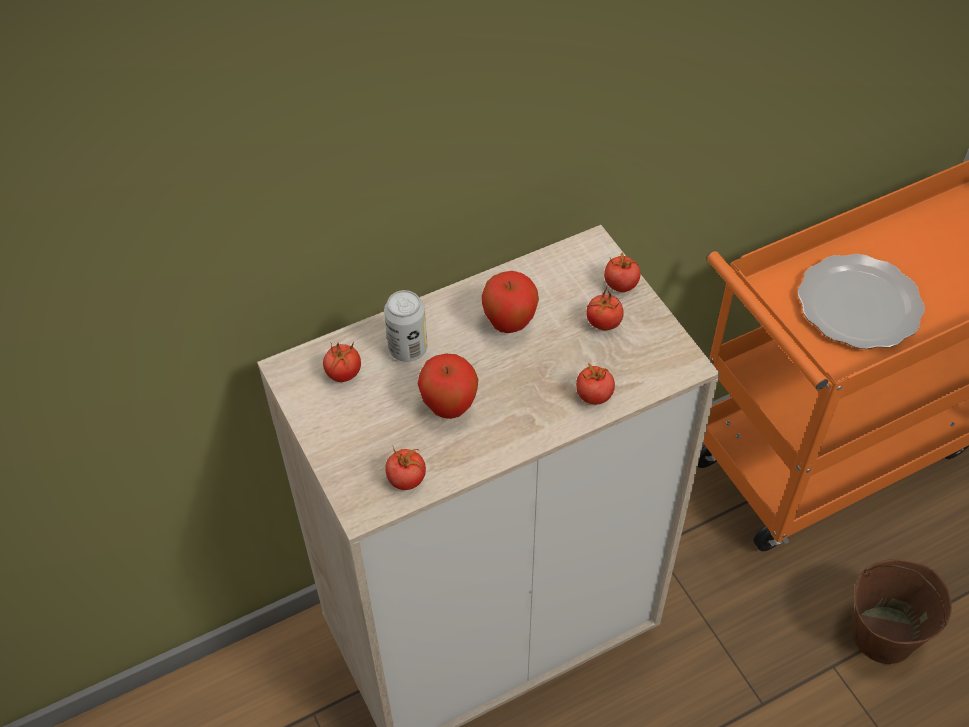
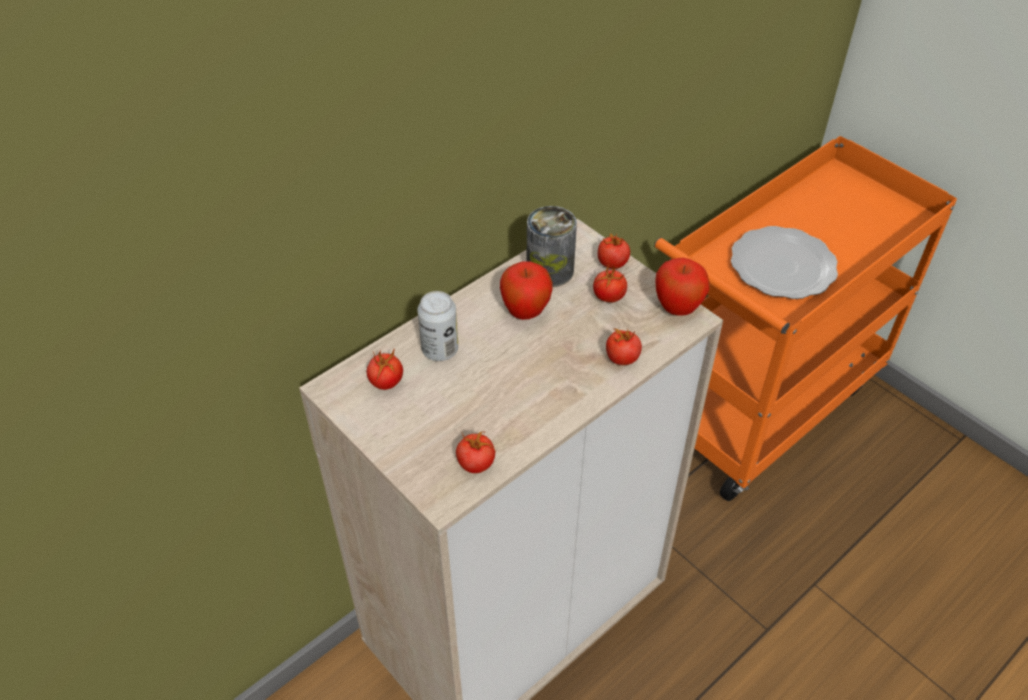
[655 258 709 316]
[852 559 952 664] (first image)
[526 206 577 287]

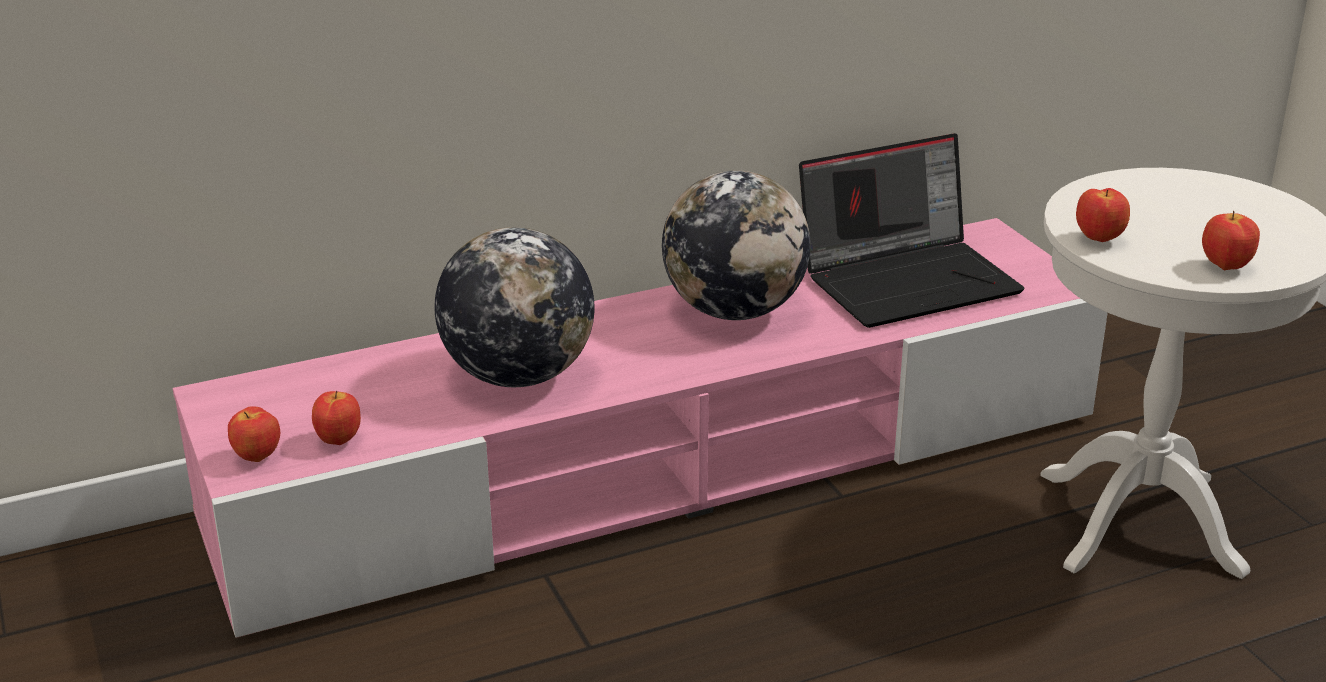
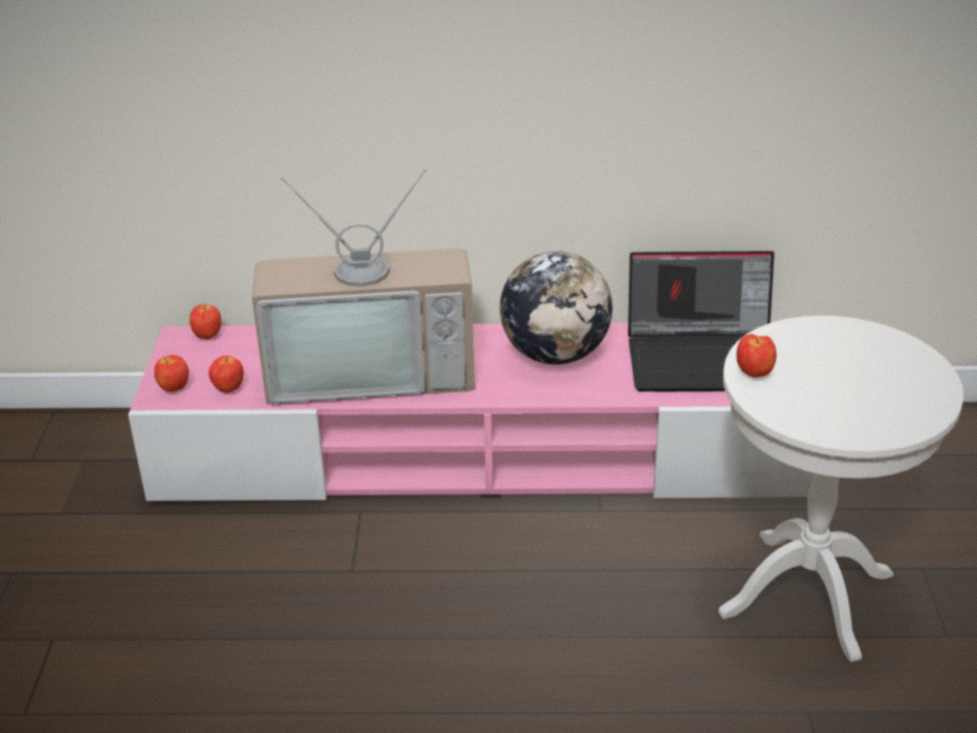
[190 304 221 339]
[252 169 475 405]

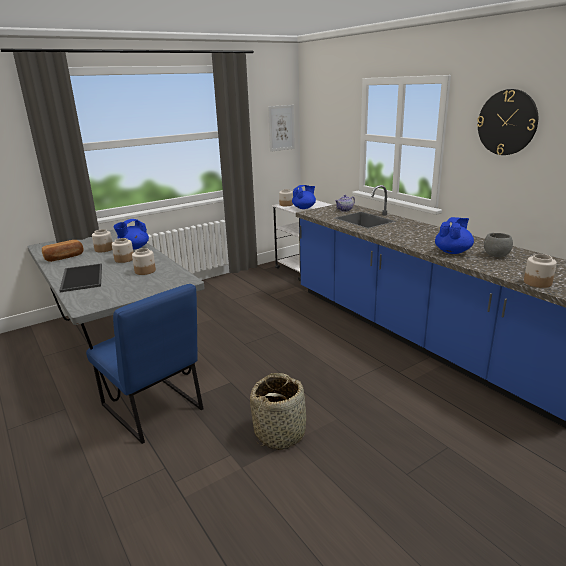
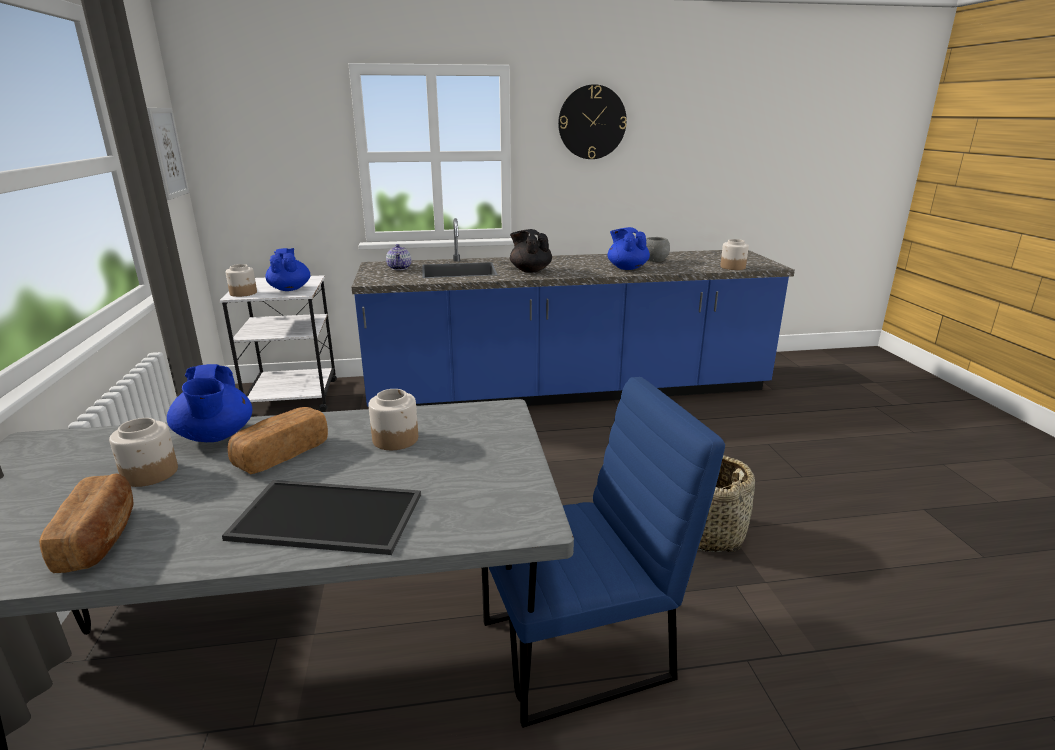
[228 407 328 474]
[510 229 552 273]

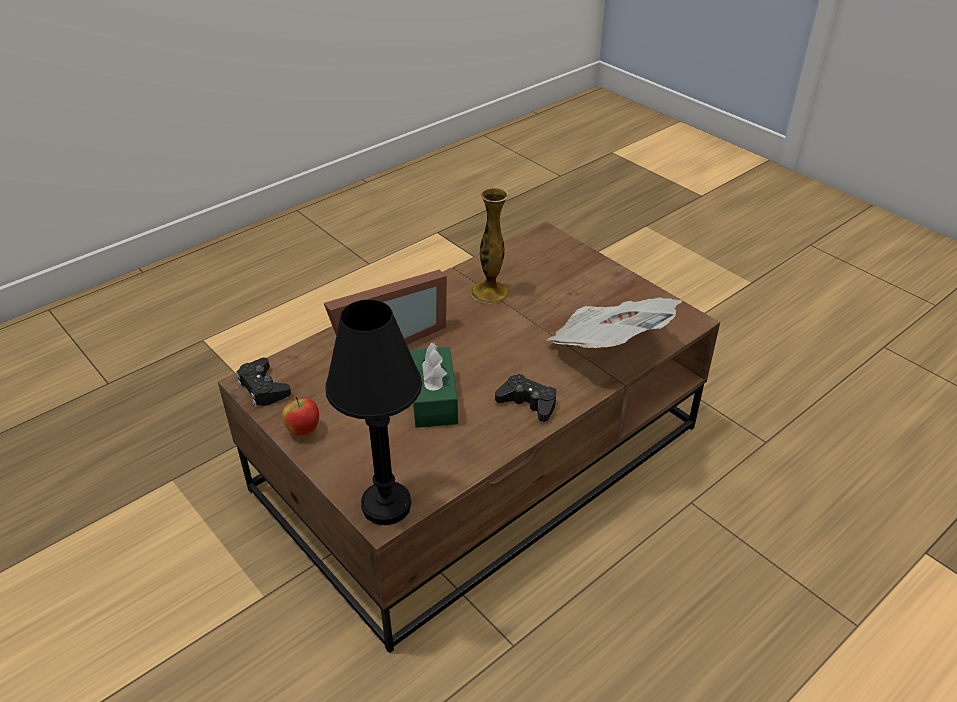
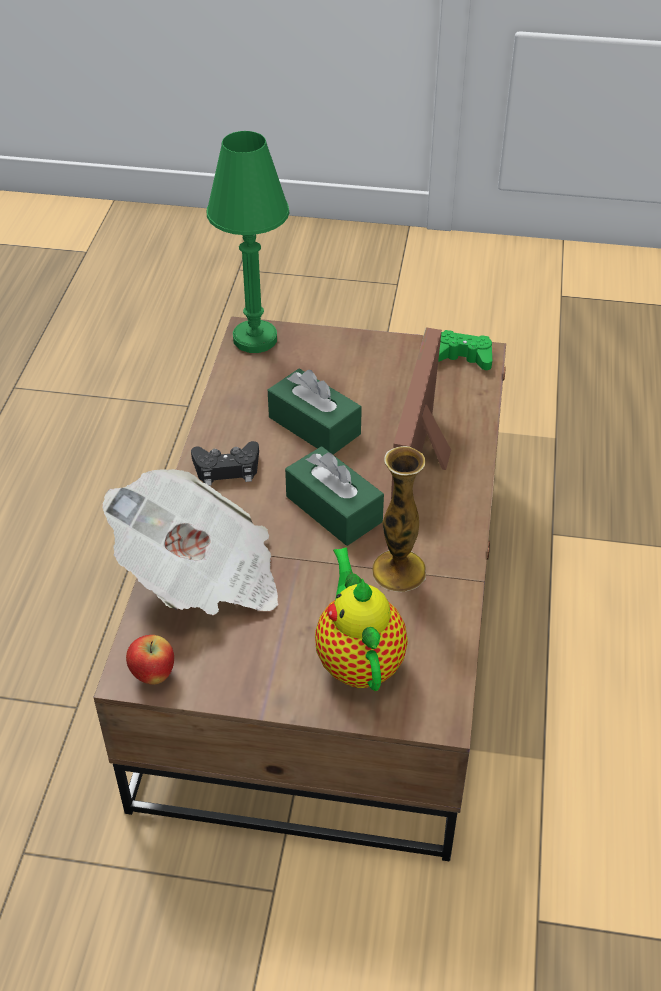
[207 131 289 353]
[438 330 492 370]
[126 635 174 685]
[285 446 384 546]
[315 547 408 691]

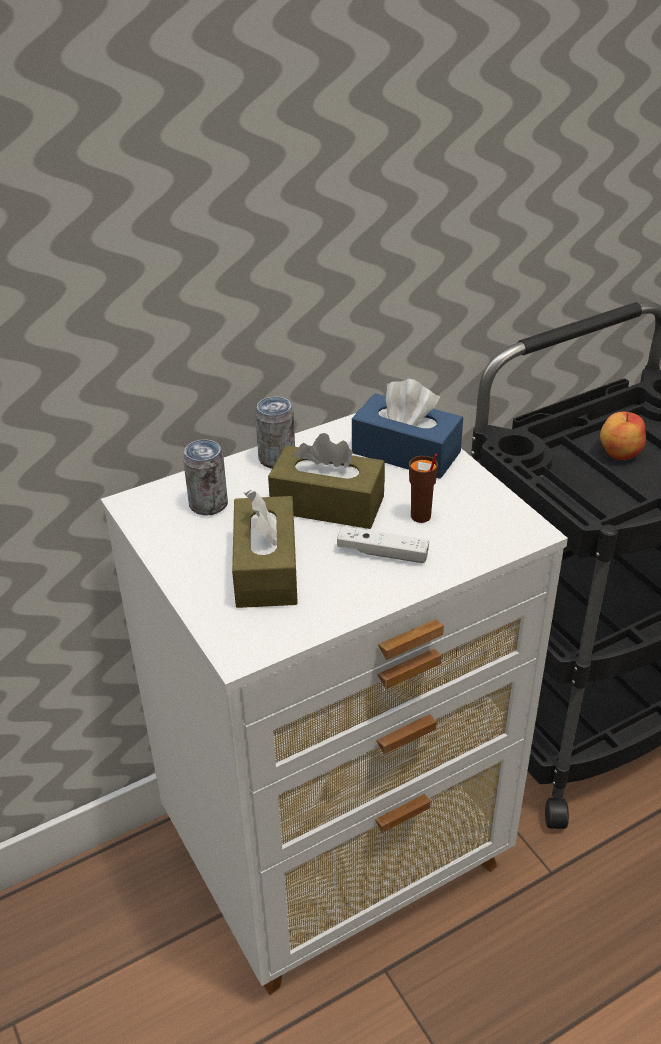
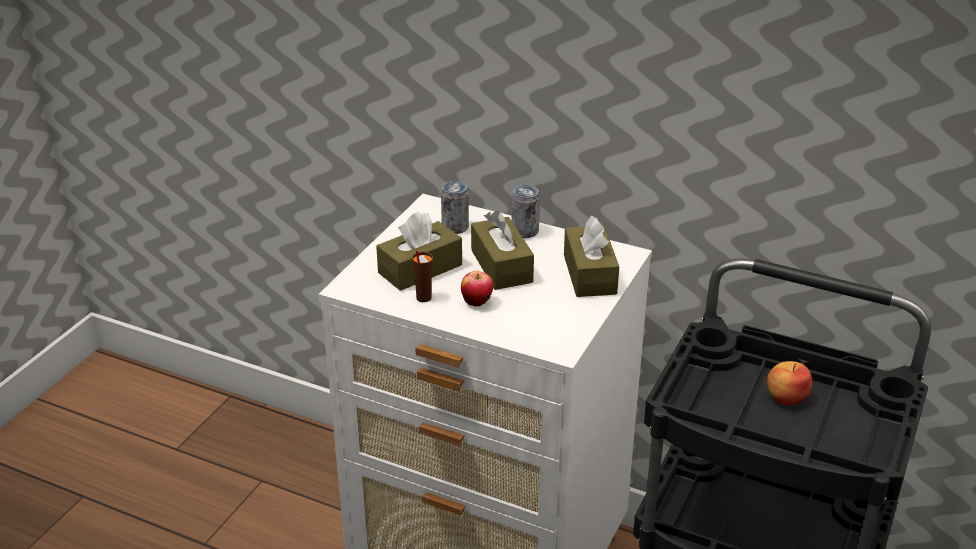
[564 216 619 297]
[412 250 433 302]
[461 271 493 307]

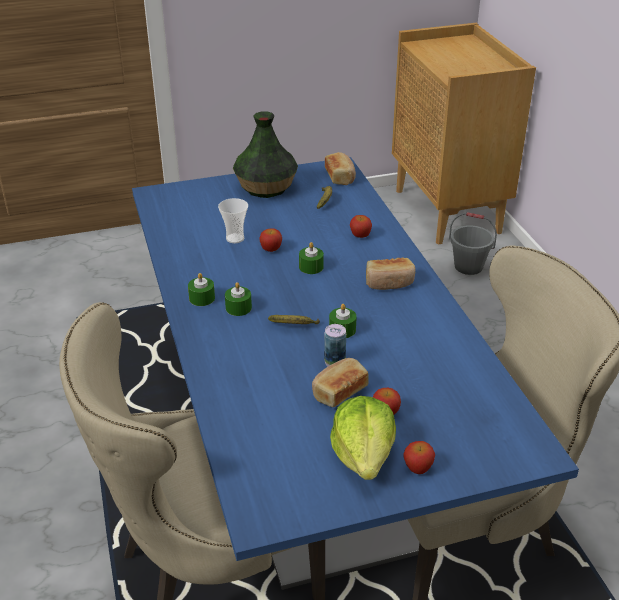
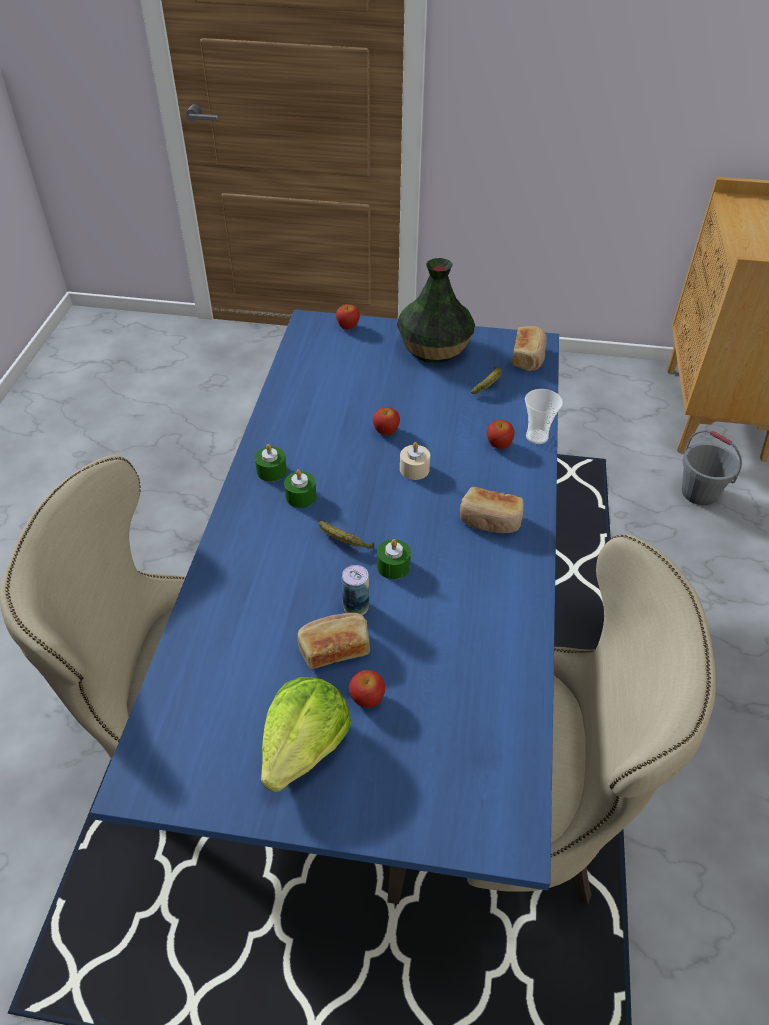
[525 389 563 444]
[400 442 430 480]
[336 304 360 330]

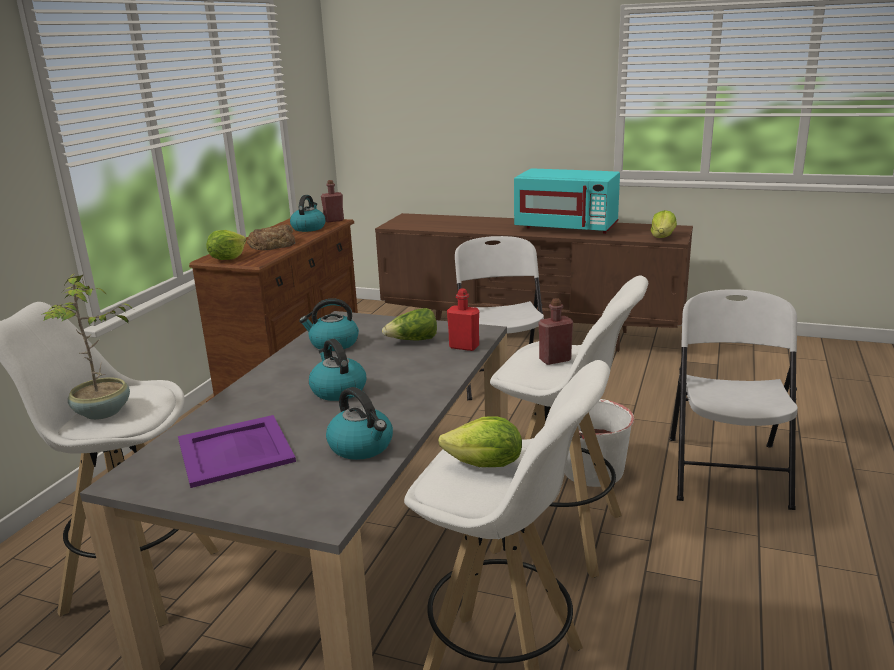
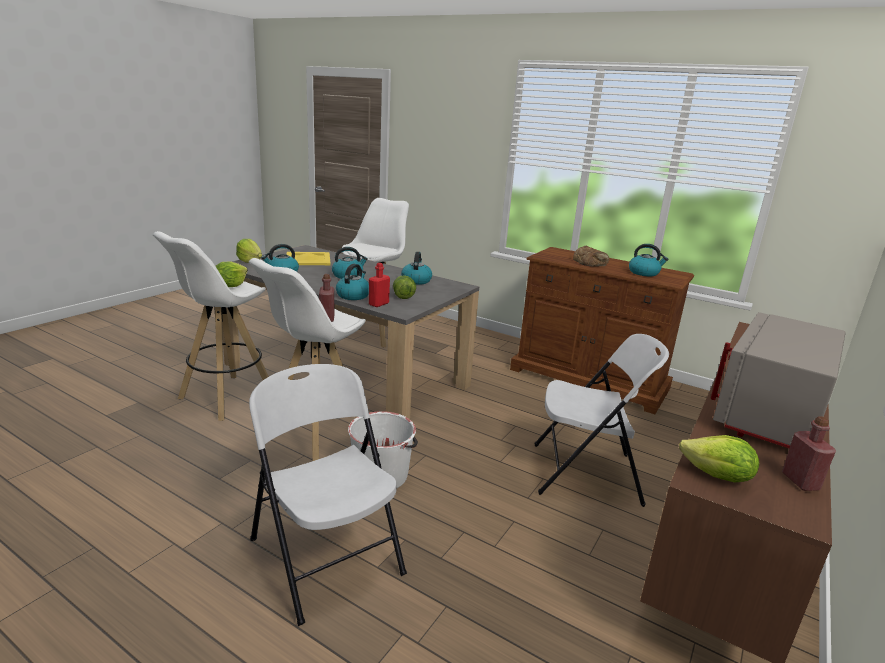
[710 312 846 448]
[782 416 836 491]
[236 239 262 263]
[41 274 133 420] (first image)
[249 364 407 626]
[286 252 331 265]
[336 264 369 300]

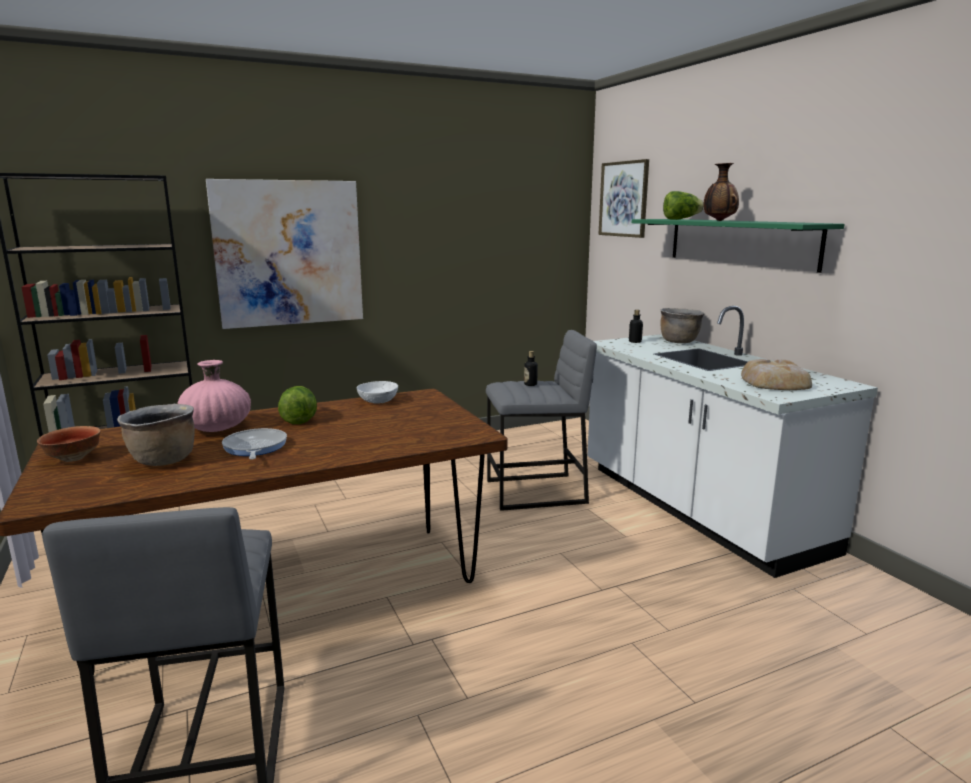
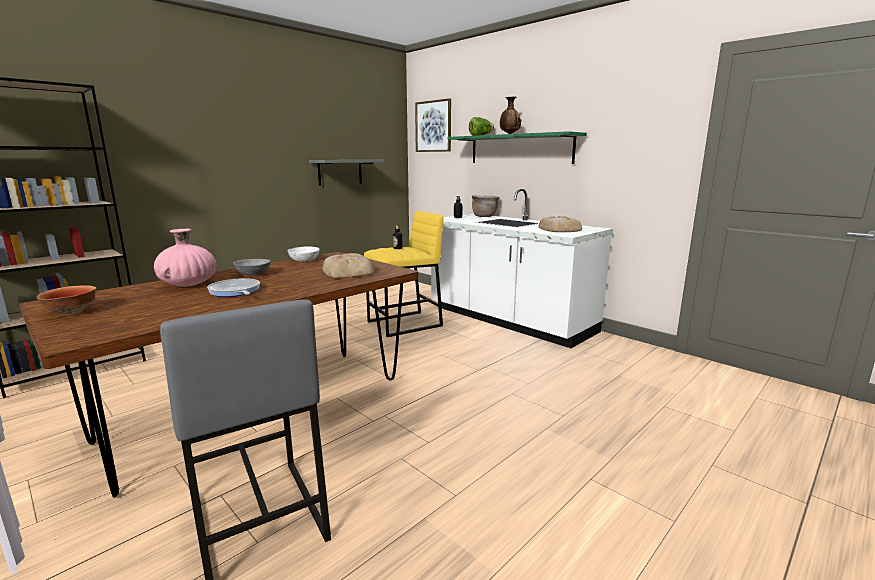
[206 179 363 329] (first image)
[364 211 444 337]
[234 259 271 276]
[117 404 195 466] (first image)
[309 160 384 186]
[322 253 374 278]

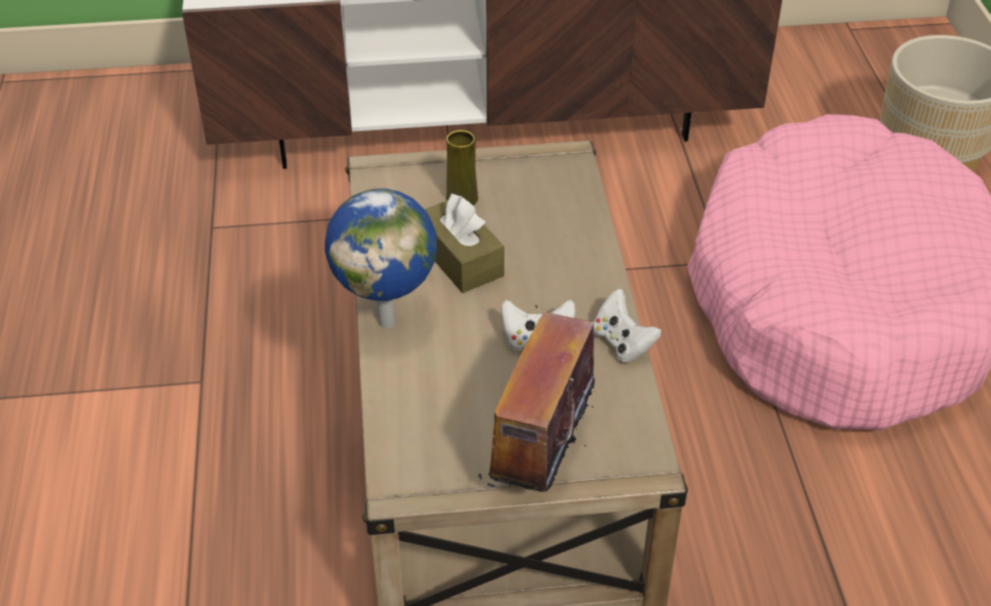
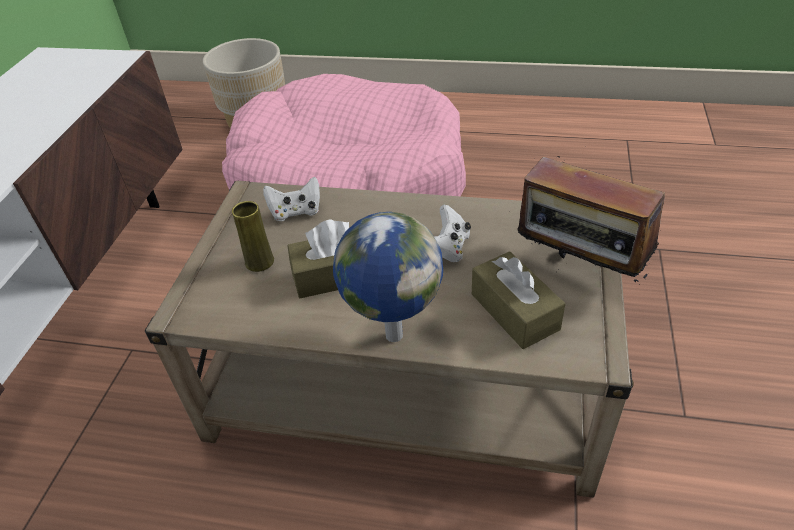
[263 177 320 221]
[472 251 565 349]

